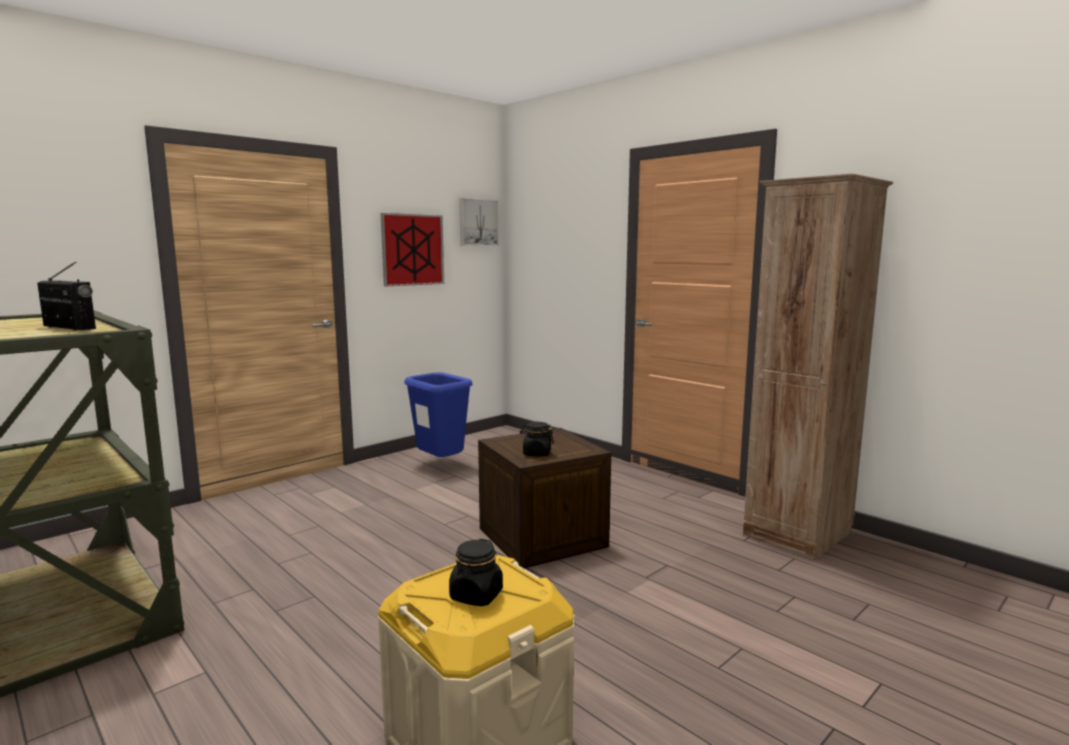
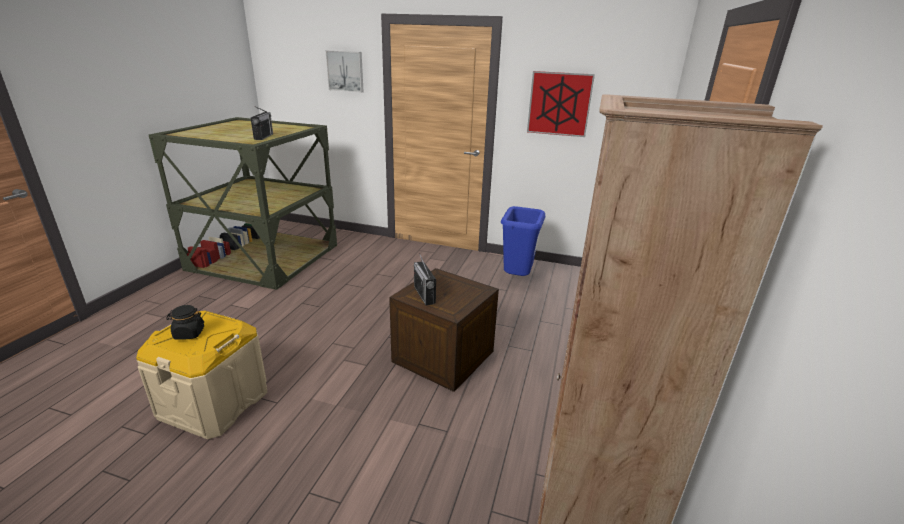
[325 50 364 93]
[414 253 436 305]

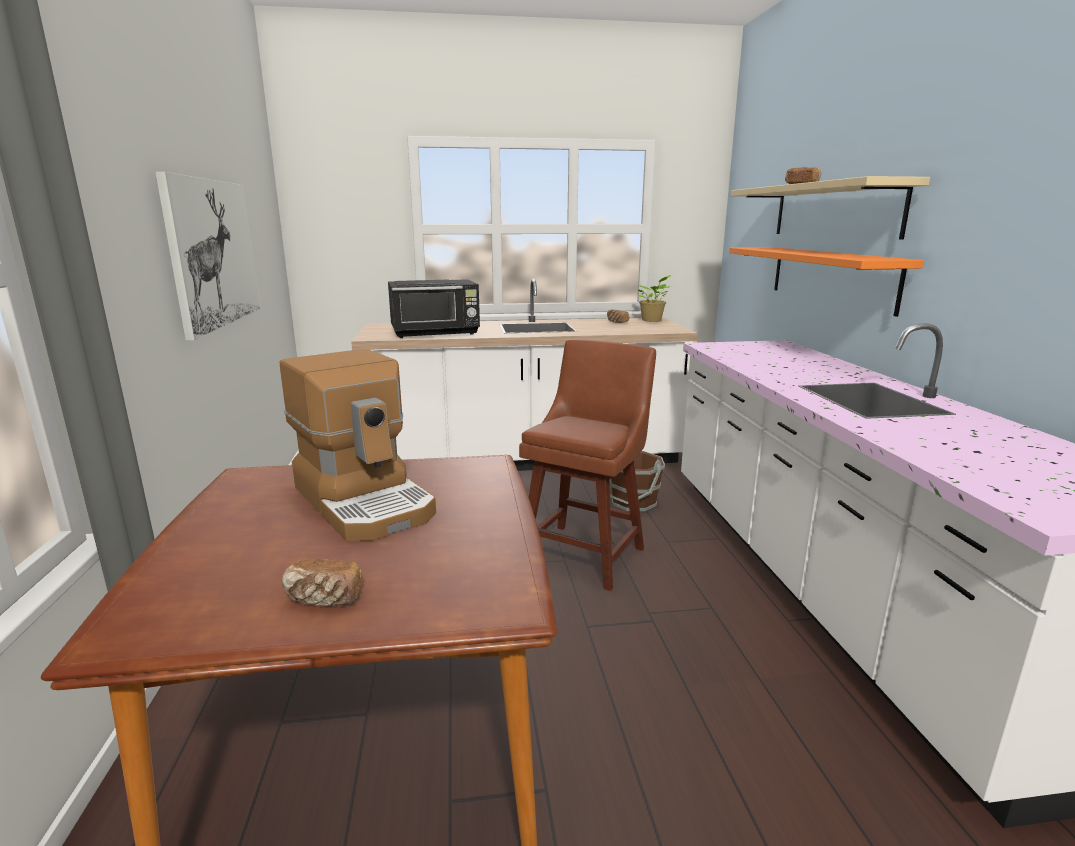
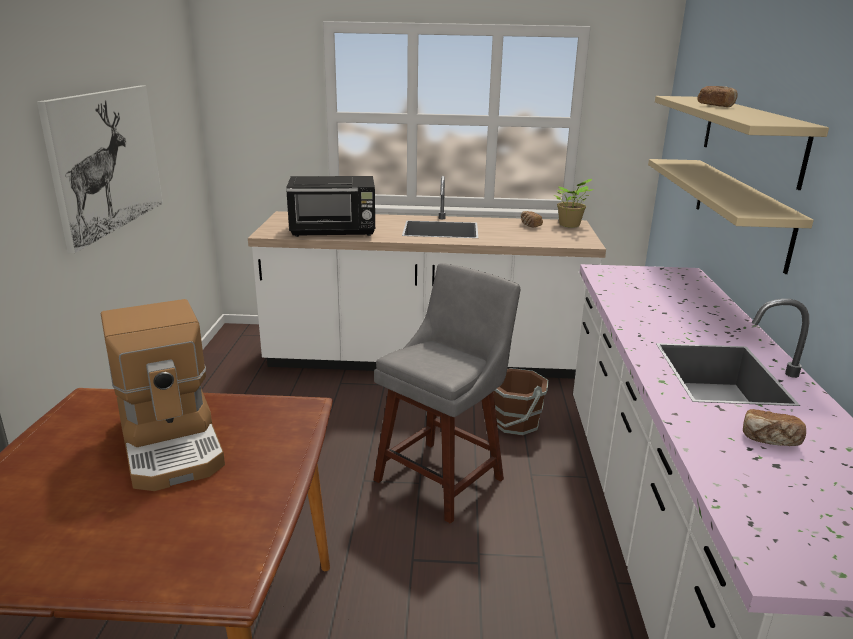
[648 159 814 274]
[374 263 520 524]
[743 409 806 446]

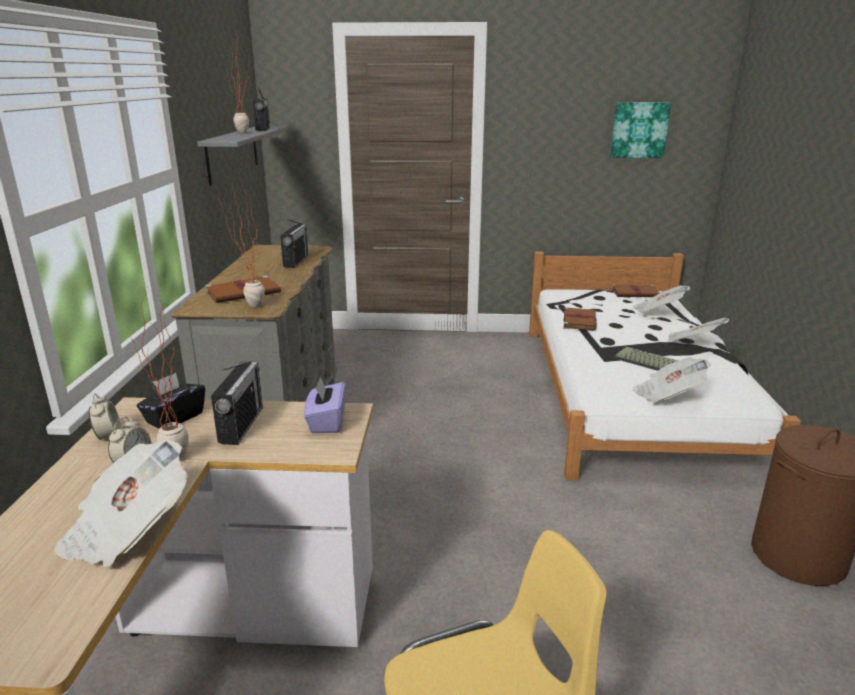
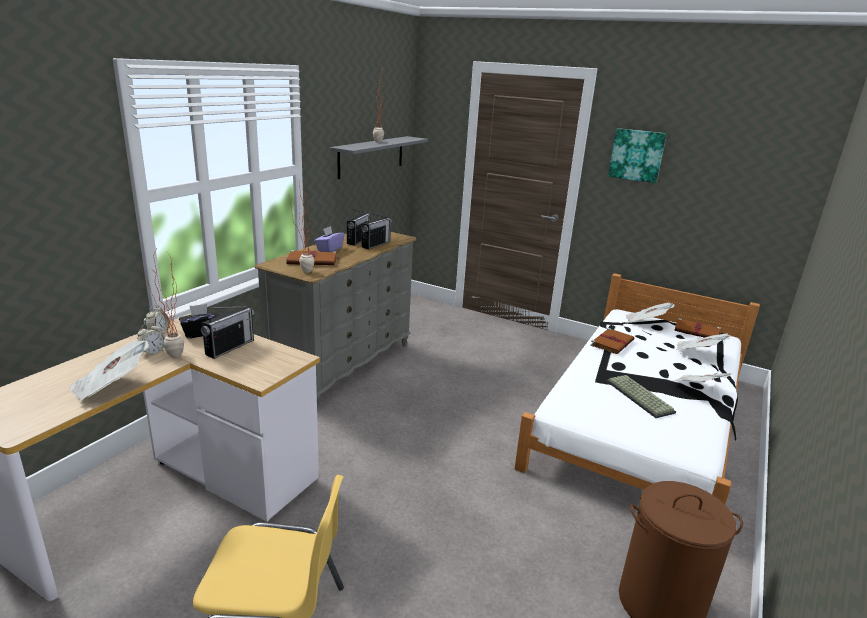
[347 209 371 246]
[608 128 667 183]
[626 302 674 322]
[315 226 345 252]

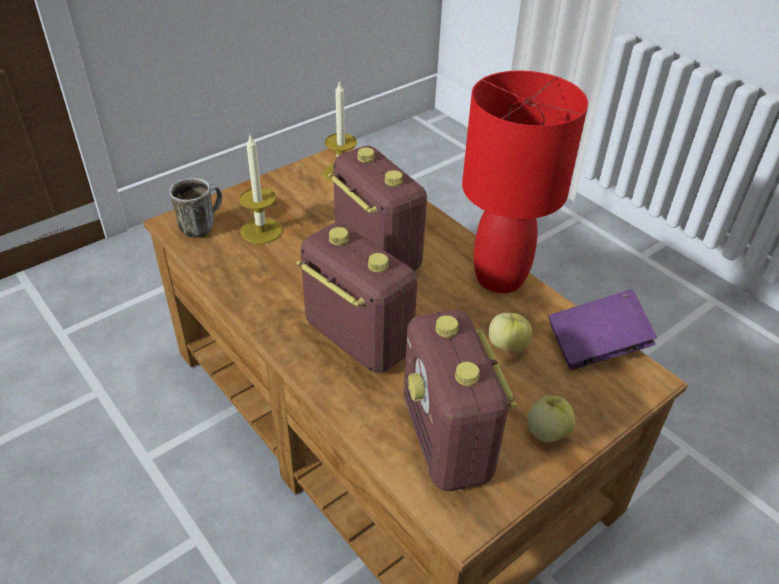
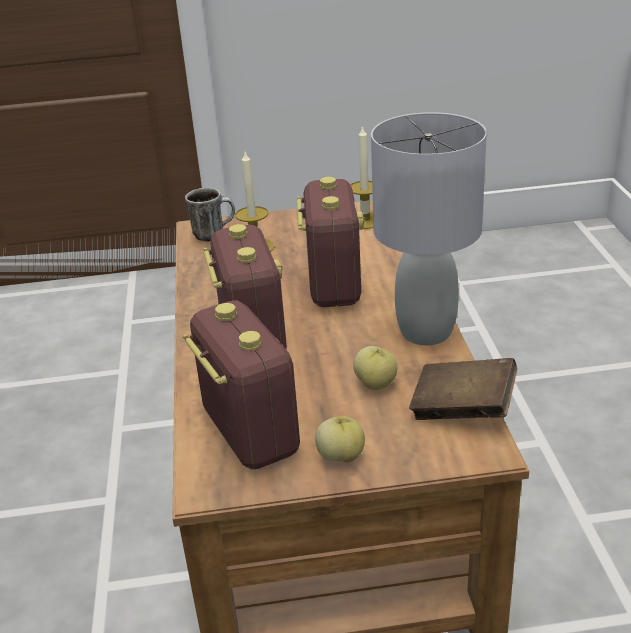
[371 112 487 345]
[409 358 517 420]
[183 301 300 470]

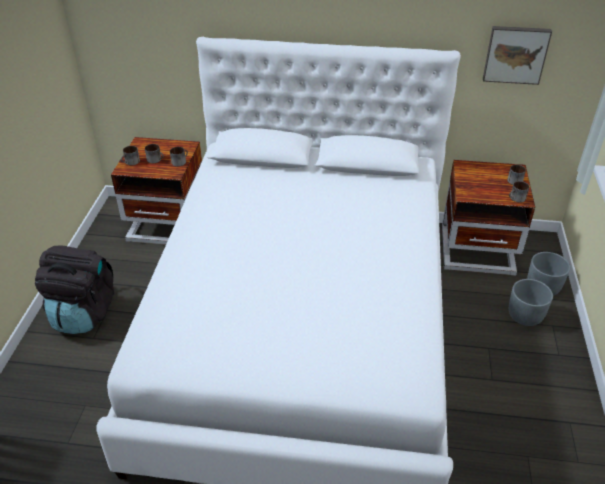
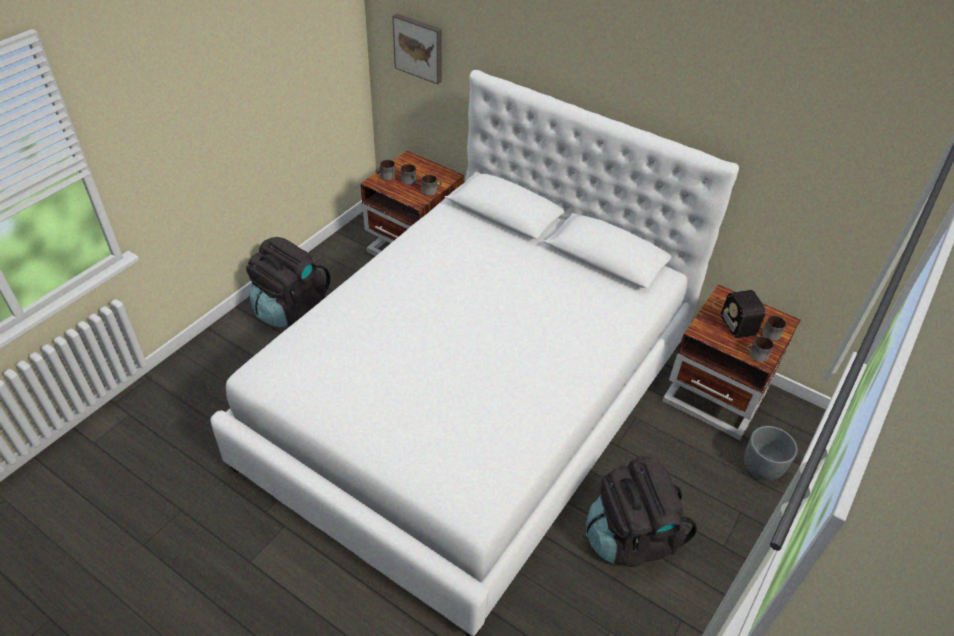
[393 14 442 84]
[509 279 553 326] (first image)
[715 290 765 339]
[586 456 697 567]

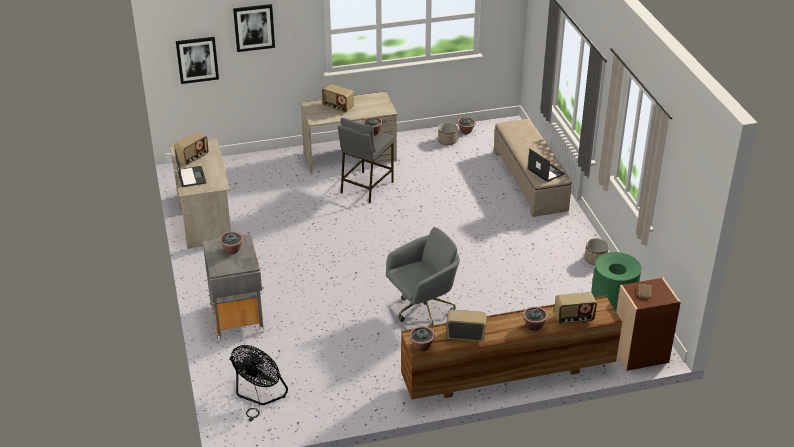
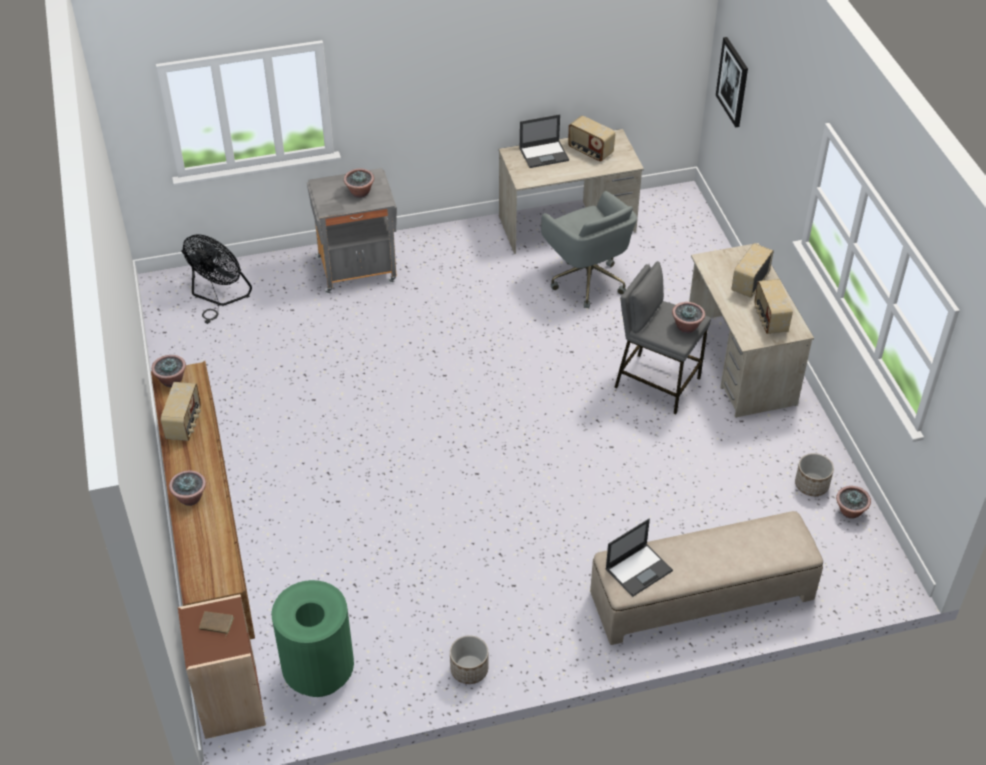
[233 4 275 52] (first image)
[541 191 637 308]
[754 279 793 334]
[181 234 252 324]

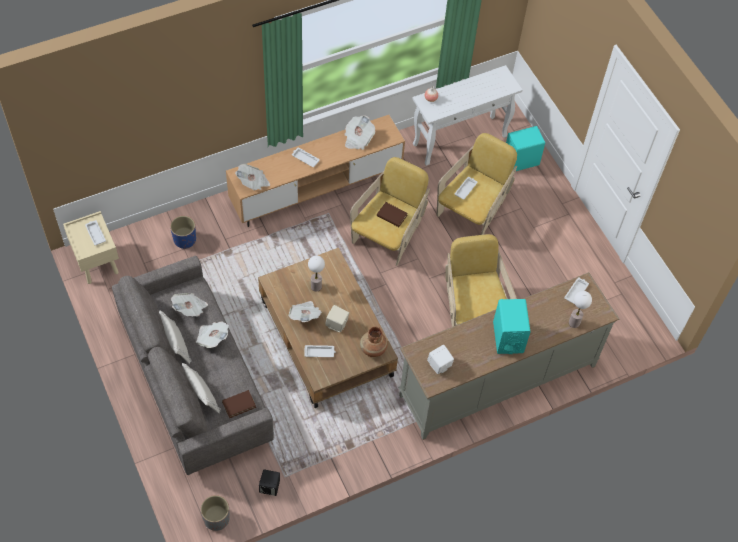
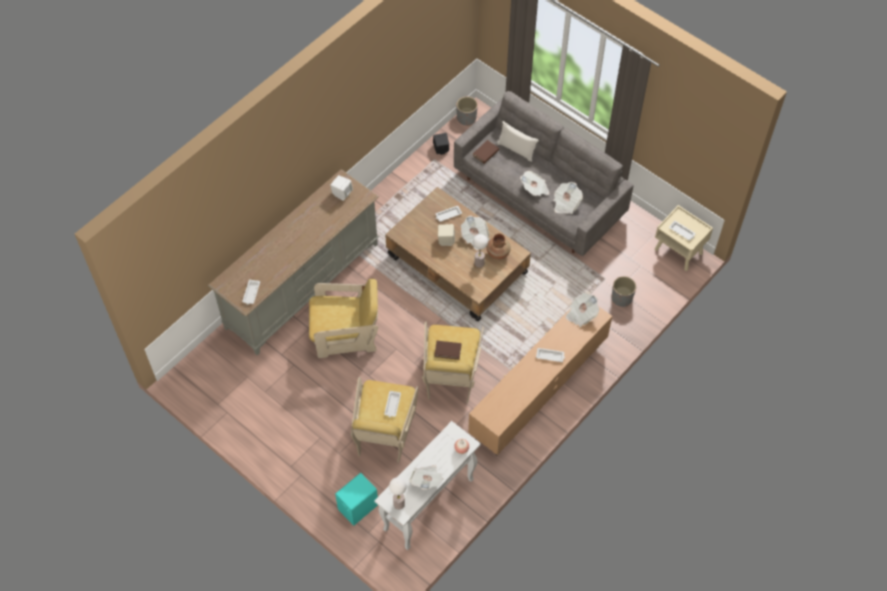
[409 465 444 490]
[612 276 636 307]
[309 279 378 358]
[389 477 407 509]
[493 299 531 354] (first image)
[159 310 191 364] (first image)
[487 234 511 260]

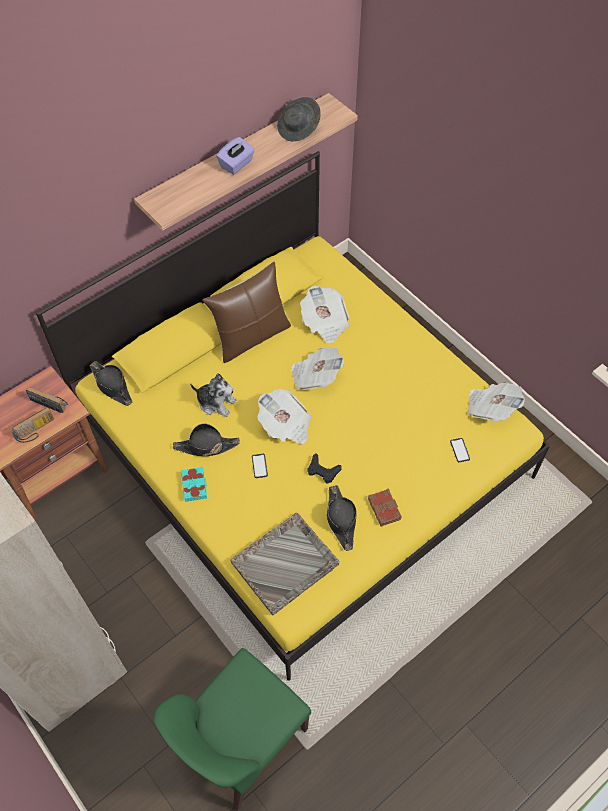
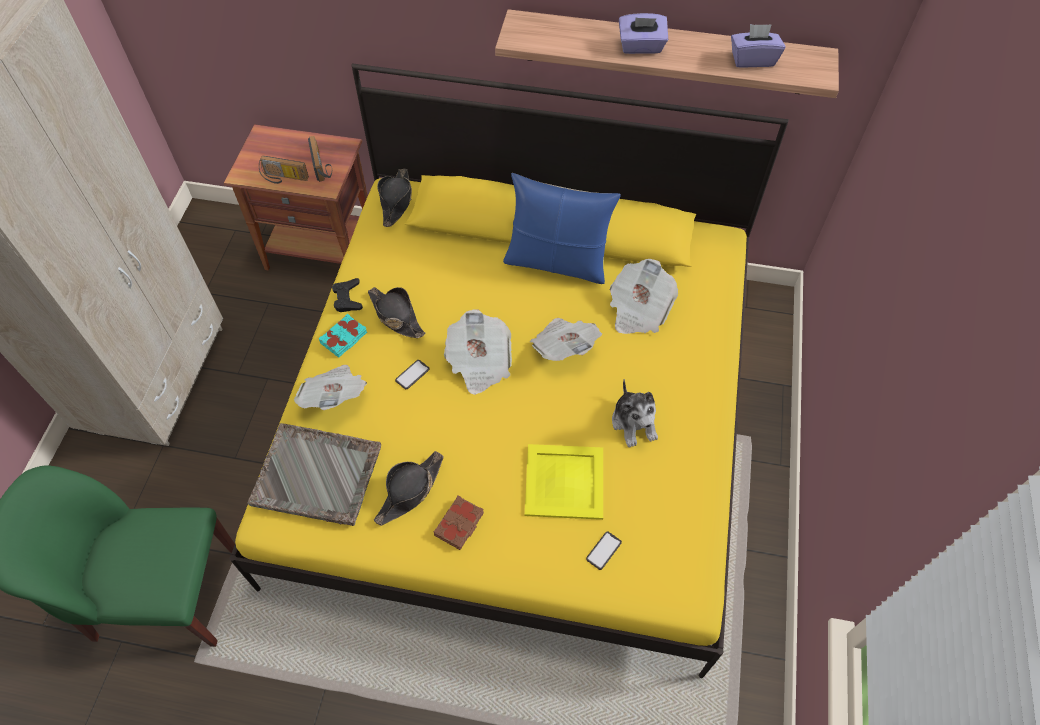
[731 24 785 68]
[503 173 621 284]
[612 379 658 447]
[294 365 367 410]
[332 278 363 312]
[525 444 603 520]

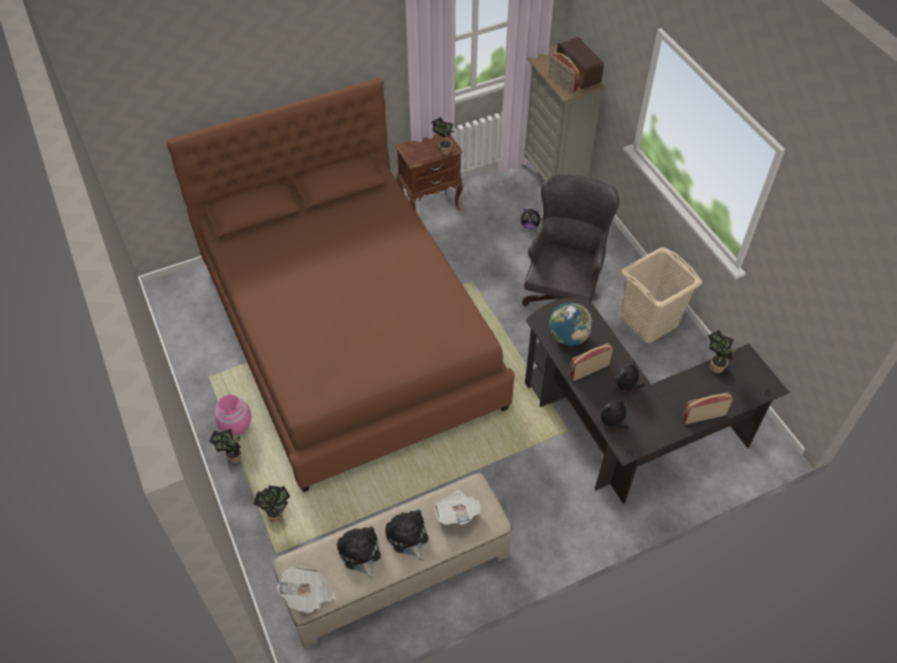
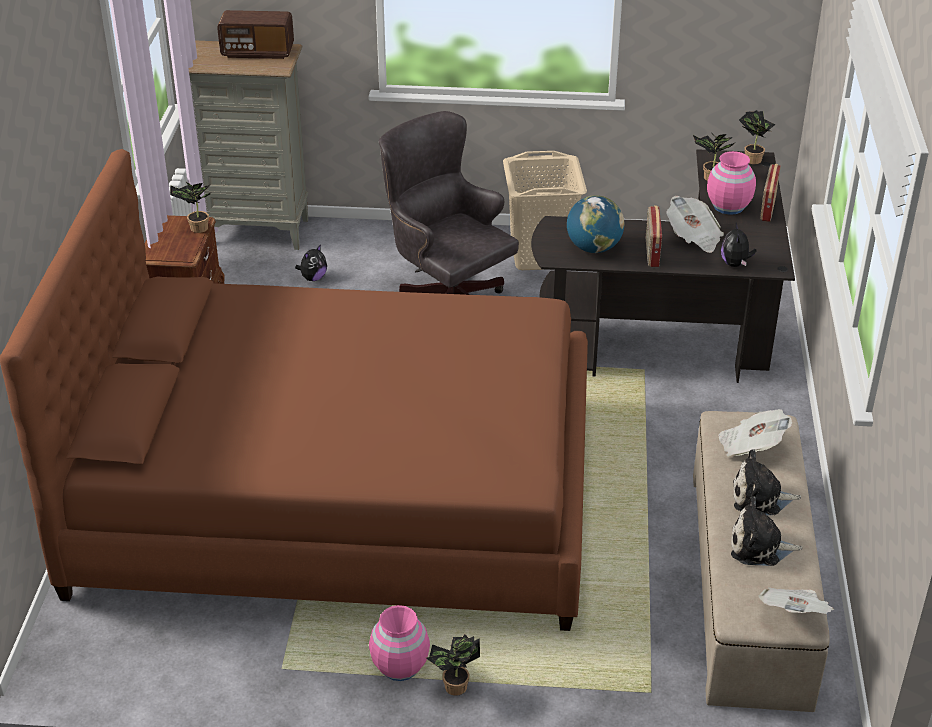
[548 53 580 93] (first image)
[666 196 724 253]
[739 110 776 164]
[707 151 756 215]

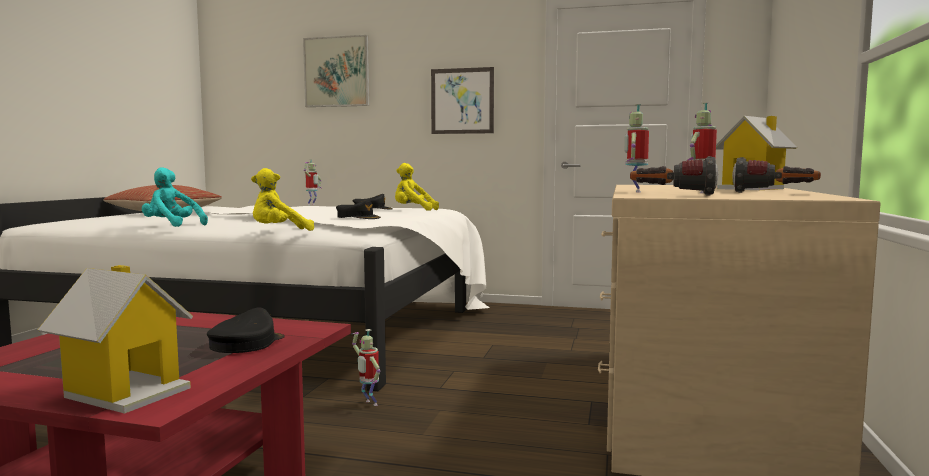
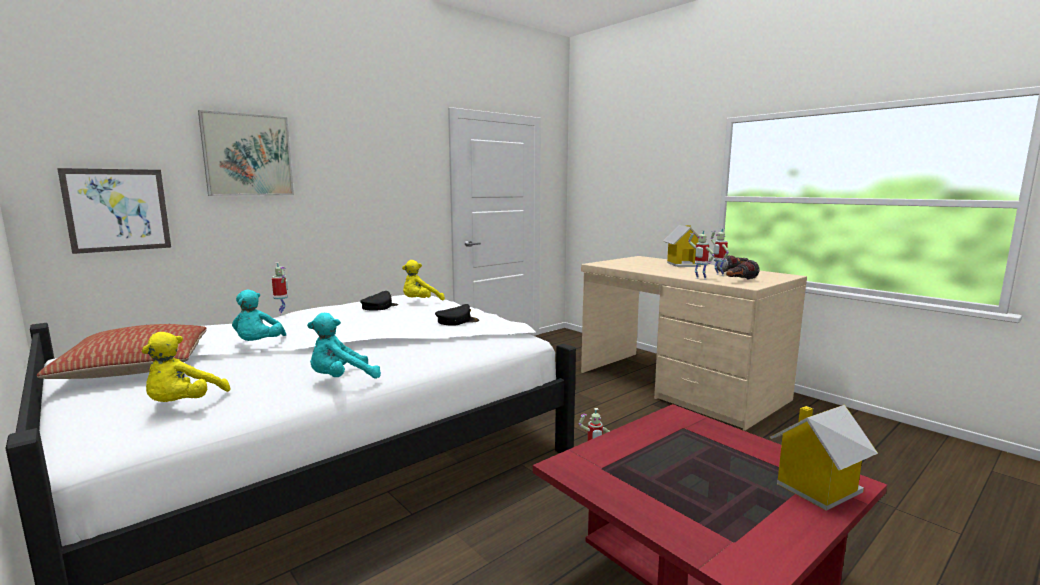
[57 168 171 254]
[142 332 230 402]
[207 308 285 353] (first image)
[232 290 286 341]

